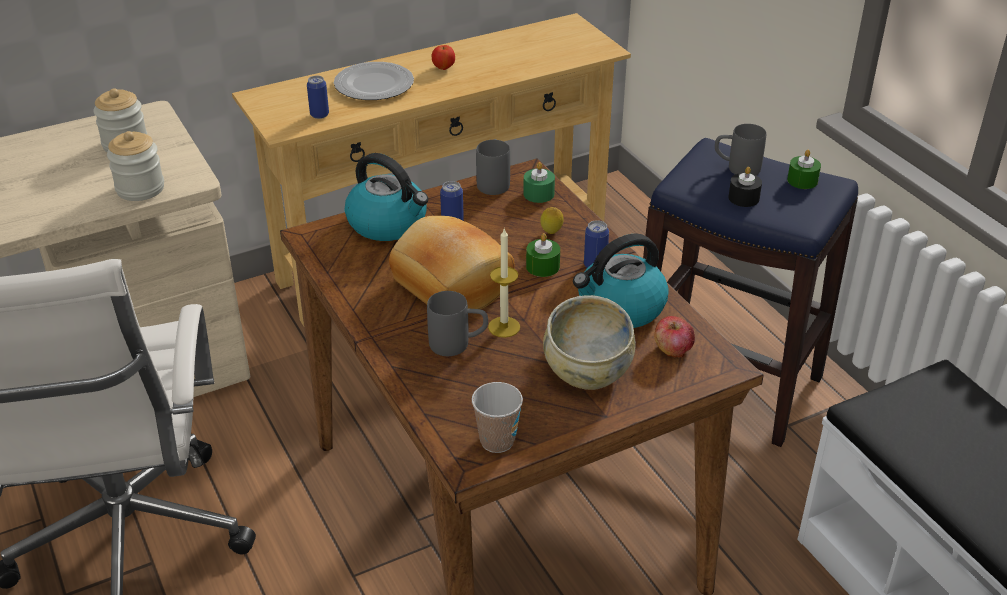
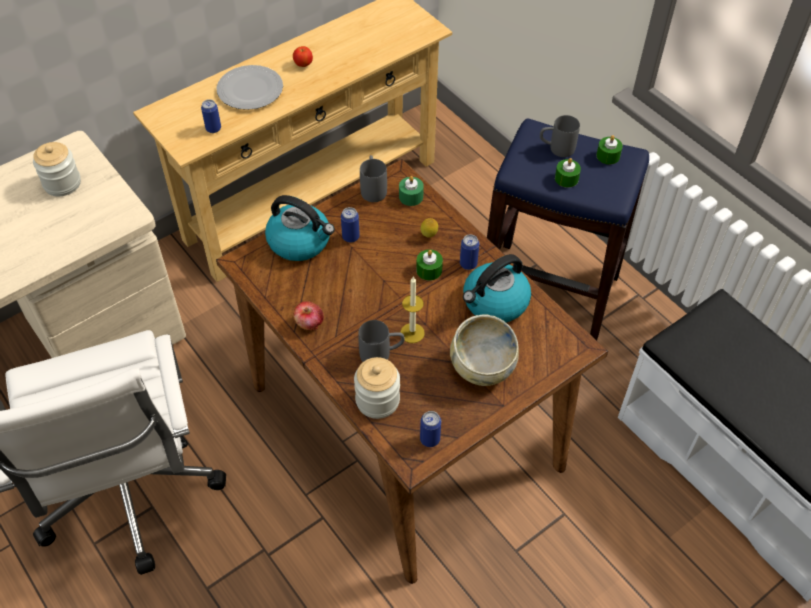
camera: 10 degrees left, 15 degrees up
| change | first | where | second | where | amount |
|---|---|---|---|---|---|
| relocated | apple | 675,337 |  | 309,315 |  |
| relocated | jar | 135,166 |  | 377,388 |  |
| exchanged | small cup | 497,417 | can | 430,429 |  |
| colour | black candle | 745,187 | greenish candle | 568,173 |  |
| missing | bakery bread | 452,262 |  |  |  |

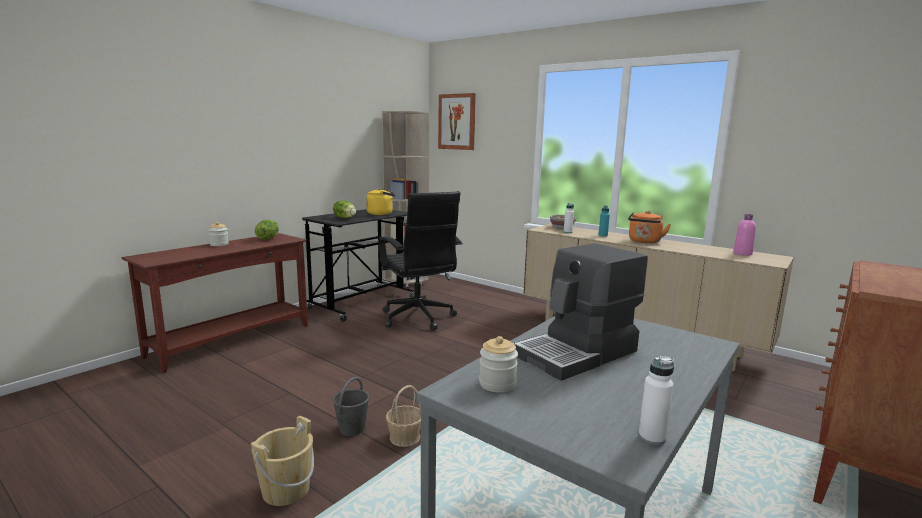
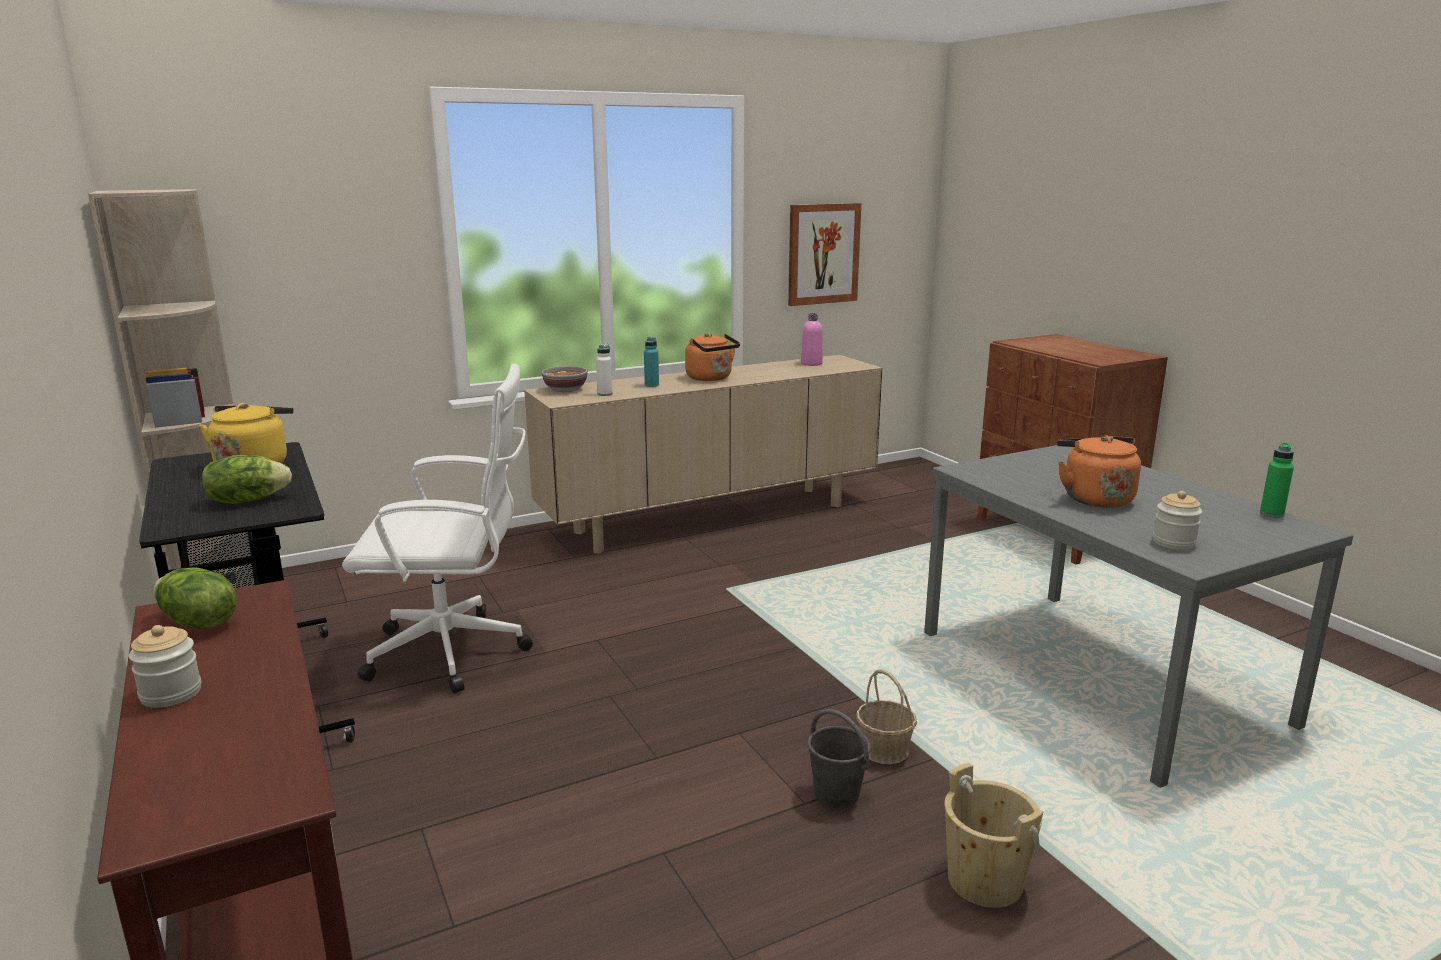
camera: 65 degrees left, 5 degrees up
| change | first | where | second | where | amount |
|---|---|---|---|---|---|
| colour | black desk chair | 421,261 | white desk chair | 437,528 |  |
| relocated | wall art | 457,121 |  | 824,254 |  |
| exchanged | coffee brewer | 580,312 | orange-coloured kettle | 1099,471 |  |
| colour | white beverage bottle | 656,400 | greenish beverage bottle | 1277,480 |  |

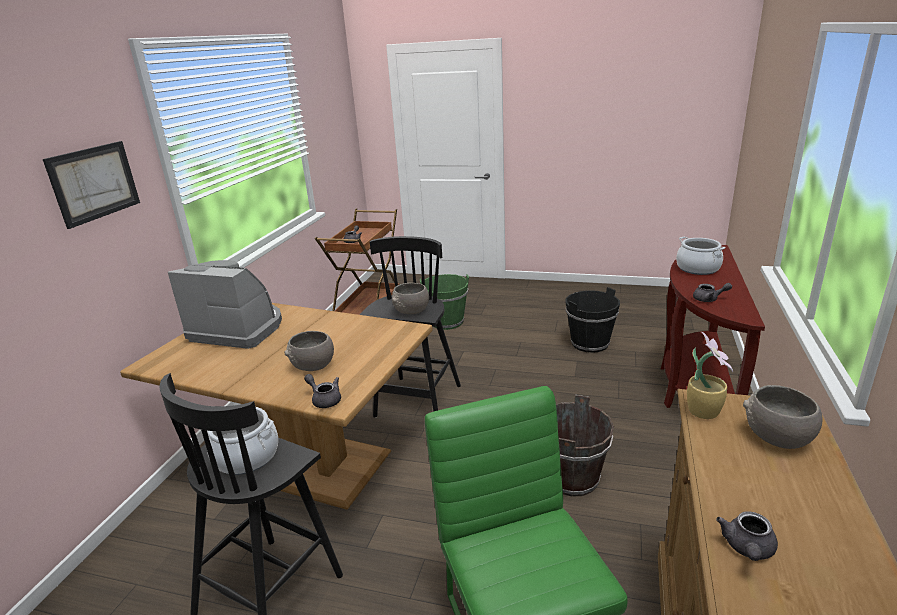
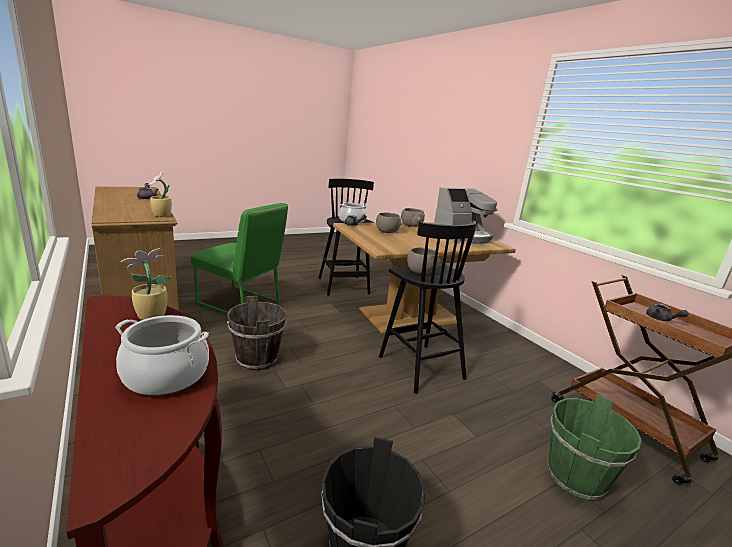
camera: 130 degrees right, 5 degrees down
| change | first | where | second | where | amount |
|---|---|---|---|---|---|
| exchanged | grey teapot | 712,292 | potted plant | 146,284 |  |
| relocated | grey deep dish | 782,417 |  | 413,217 |  |
| missing | wall art | 91,185 |  |  |  |

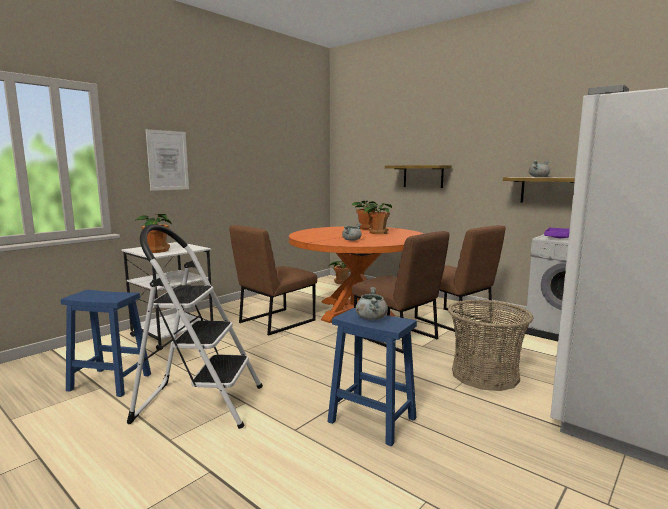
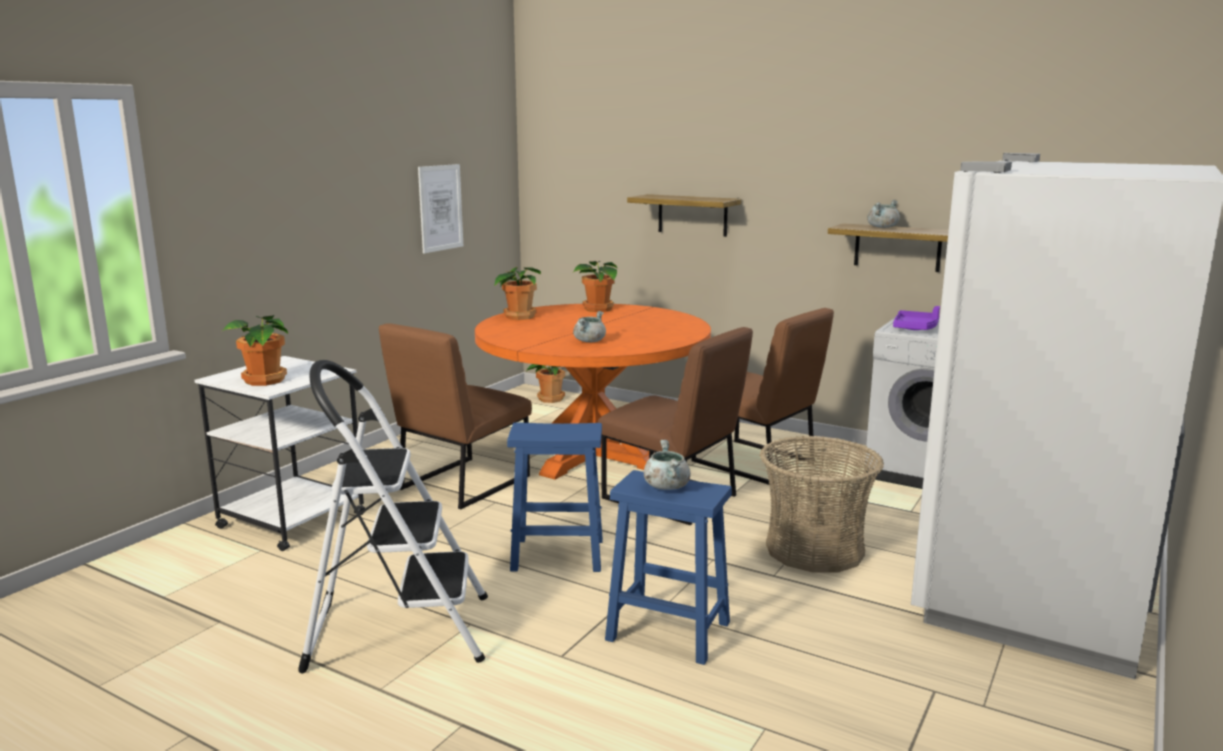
camera: 10 degrees left, 5 degrees up
| change | first | where | second | where | amount |
|---|---|---|---|---|---|
| relocated | wall art | 167,160 |  | 440,208 |  |
| relocated | potted plant | 378,218 |  | 517,293 |  |
| relocated | blue-coloured stool seat | 106,343 |  | 555,497 |  |

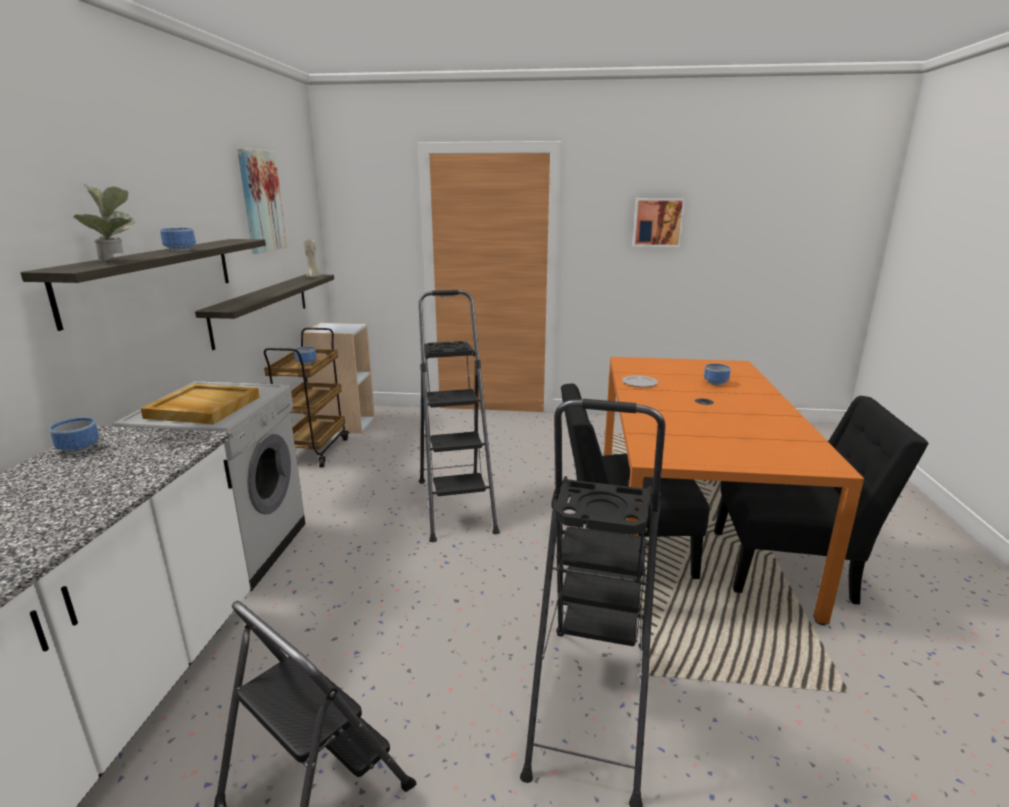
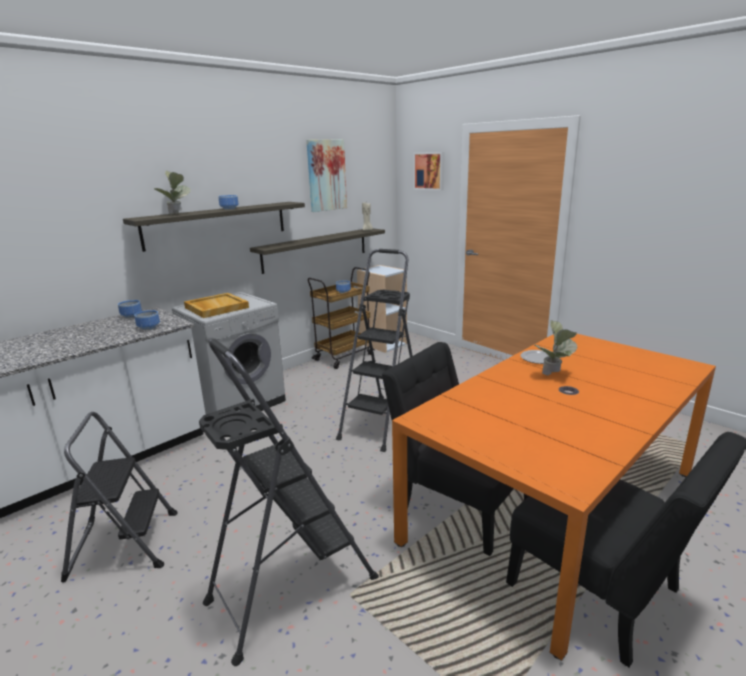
camera: 40 degrees right, 0 degrees up
| change | first | where | second | where | amount |
|---|---|---|---|---|---|
| relocated | deep dish | 717,374 |  | 147,320 |  |
| relocated | wall art | 659,222 |  | 429,171 |  |
| appeared |  |  | potted plant | 556,348 |  |

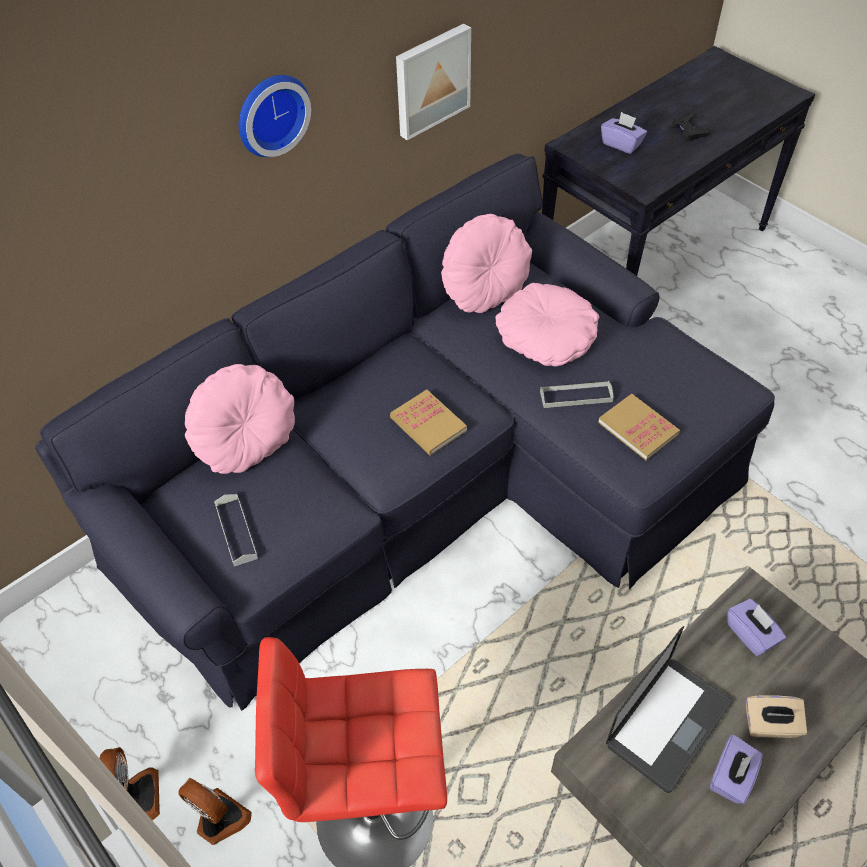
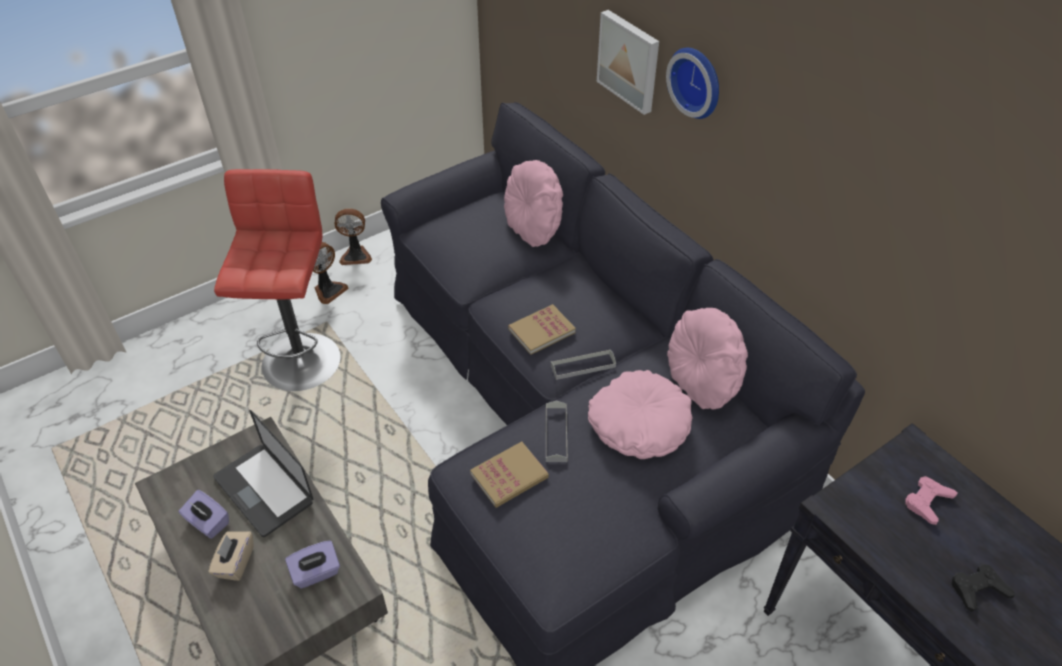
camera: 95 degrees right, 5 degrees down
| change | first | where | second | where | amount |
|---|---|---|---|---|---|
| relocated | grey serving tray | 236,530 |  | 583,364 |  |
| relocated | wall art | 433,82 |  | 628,62 |  |
| exchanged | purple-coloured tissue box | 624,133 | pinkish gamepad | 931,500 |  |

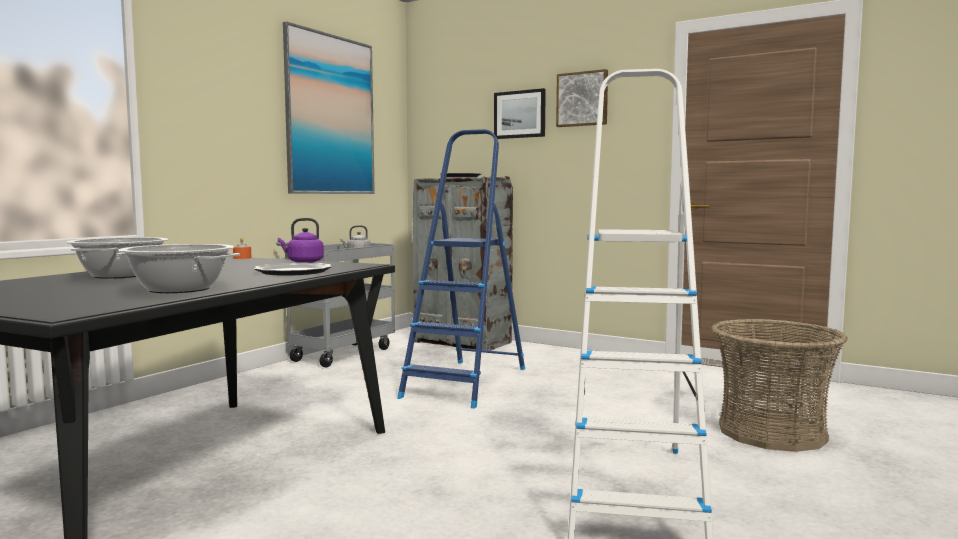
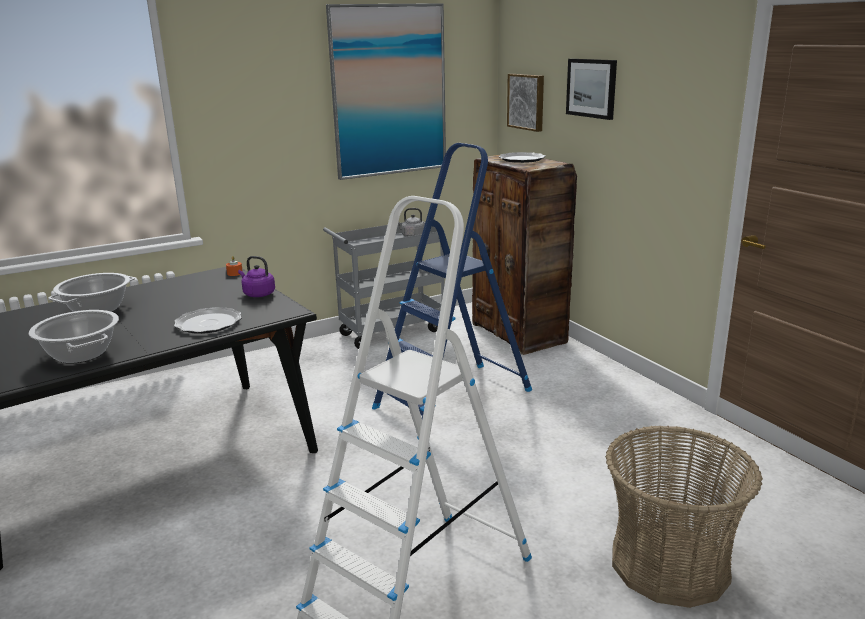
camera: 30 degrees right, 15 degrees up
| change | first | where | second | where | amount |
|---|---|---|---|---|---|
| colour | grey storage cabinet | 463,263 | brown-coloured storage cabinet | 524,255 |  |
| relocated | wall art | 582,98 |  | 525,103 |  |

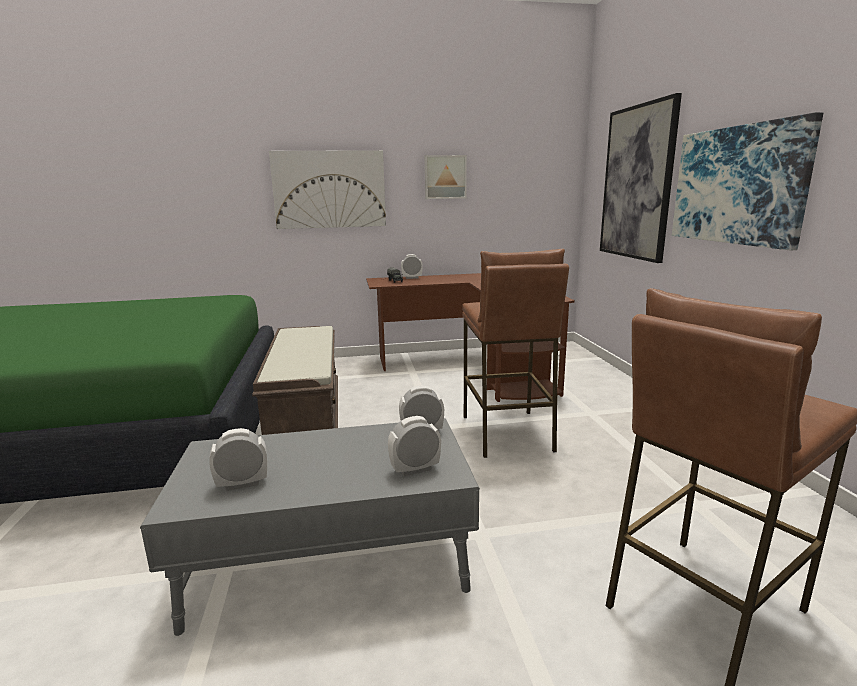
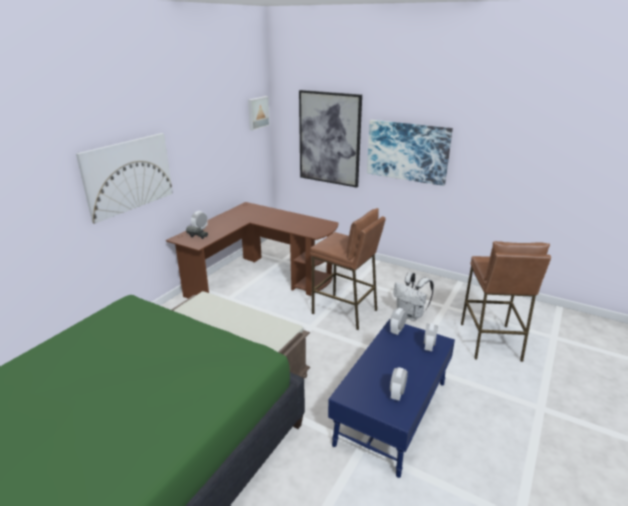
camera: 50 degrees left, 10 degrees up
| change | first | where | second | where | amount |
|---|---|---|---|---|---|
| relocated | wall art | 446,177 |  | 259,113 |  |
| colour | grey lounge table | 310,527 | blue-coloured lounge table | 391,398 |  |
| appeared |  |  | white rucksack | 413,296 |  |

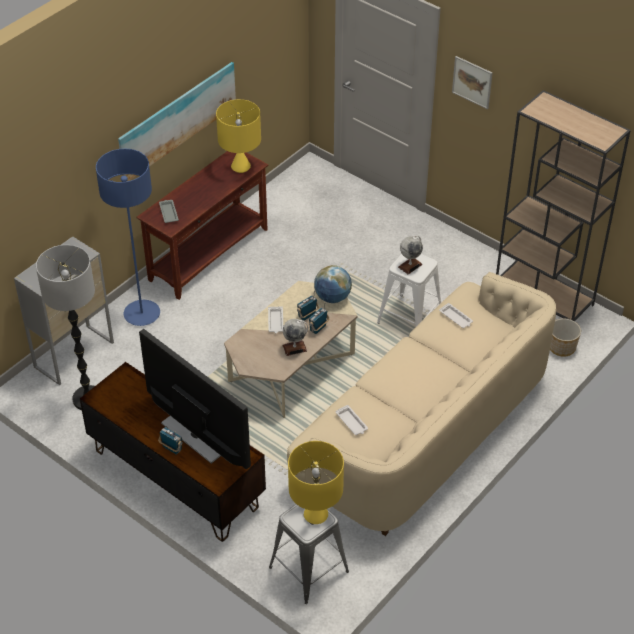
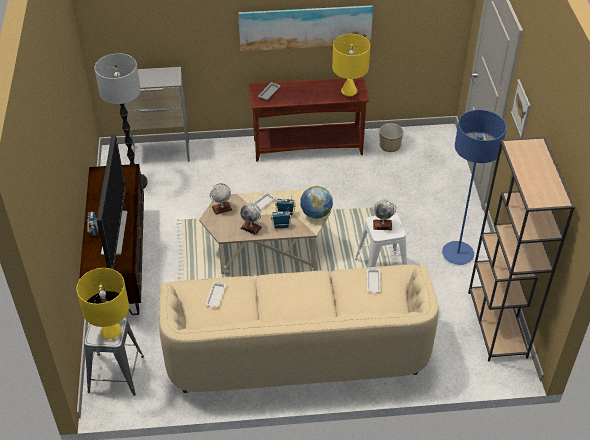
camera: 45 degrees right, 0 degrees up
| change | first | where | second | where | amount |
|---|---|---|---|---|---|
| appeared |  |  | world globe | 221,199 |  |
| relocated | flower pot | 565,337 |  | 391,137 |  |
| relocated | blue-coloured floor lamp | 128,237 |  | 474,187 |  |

